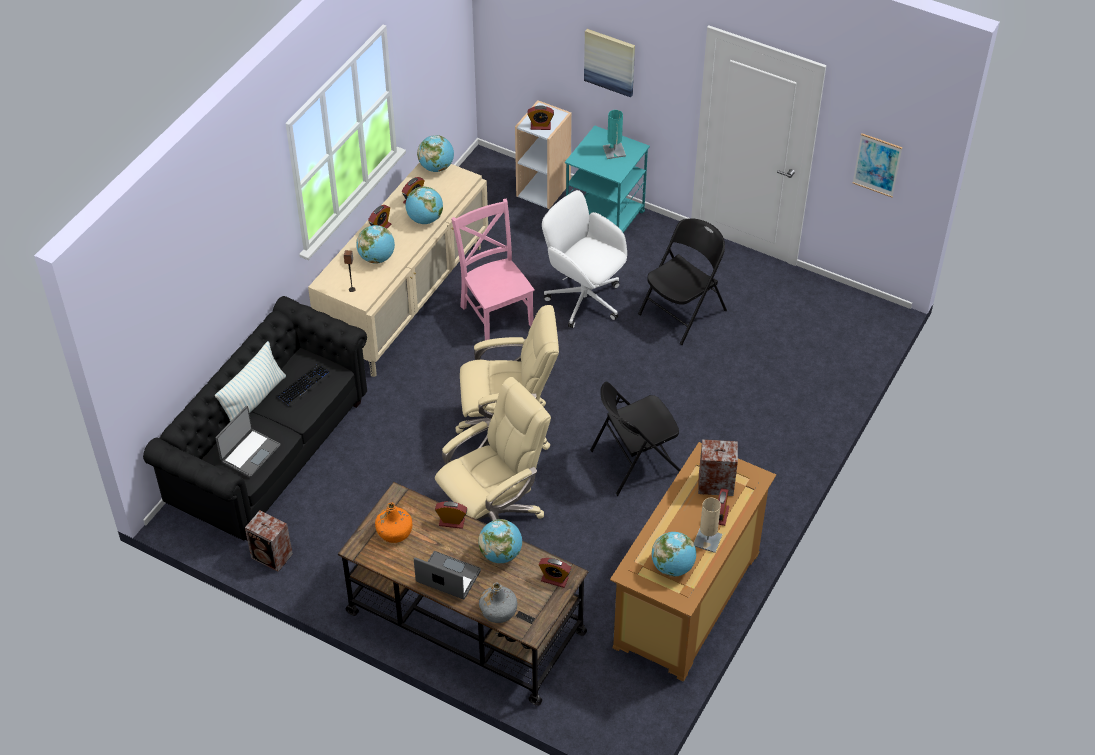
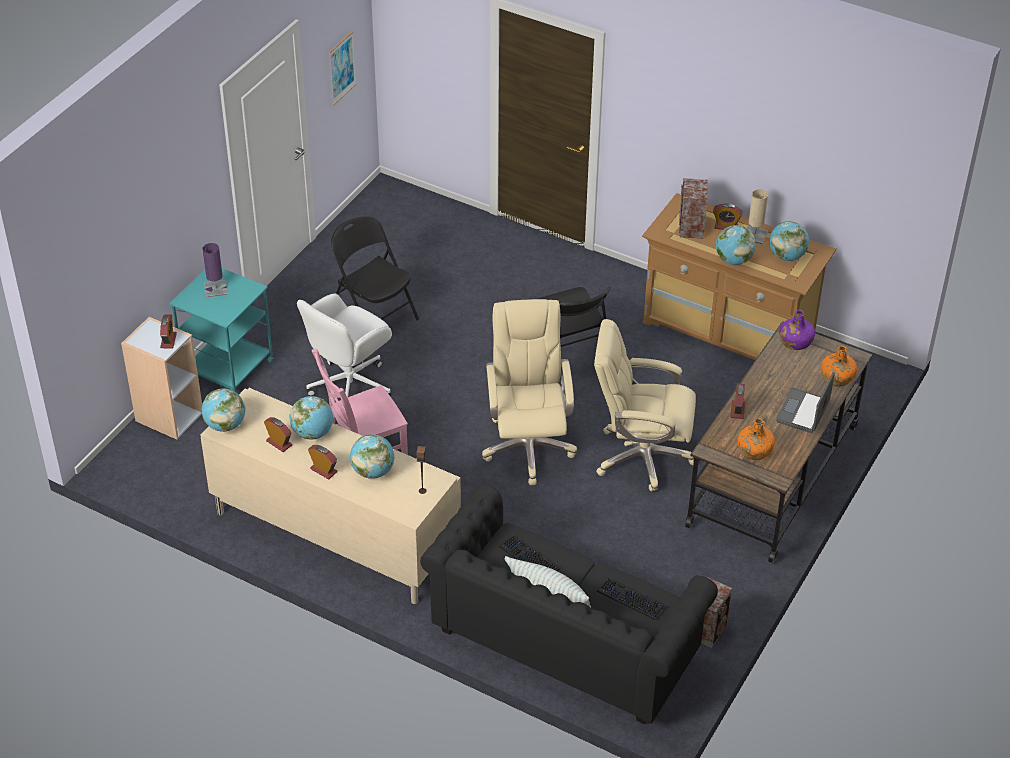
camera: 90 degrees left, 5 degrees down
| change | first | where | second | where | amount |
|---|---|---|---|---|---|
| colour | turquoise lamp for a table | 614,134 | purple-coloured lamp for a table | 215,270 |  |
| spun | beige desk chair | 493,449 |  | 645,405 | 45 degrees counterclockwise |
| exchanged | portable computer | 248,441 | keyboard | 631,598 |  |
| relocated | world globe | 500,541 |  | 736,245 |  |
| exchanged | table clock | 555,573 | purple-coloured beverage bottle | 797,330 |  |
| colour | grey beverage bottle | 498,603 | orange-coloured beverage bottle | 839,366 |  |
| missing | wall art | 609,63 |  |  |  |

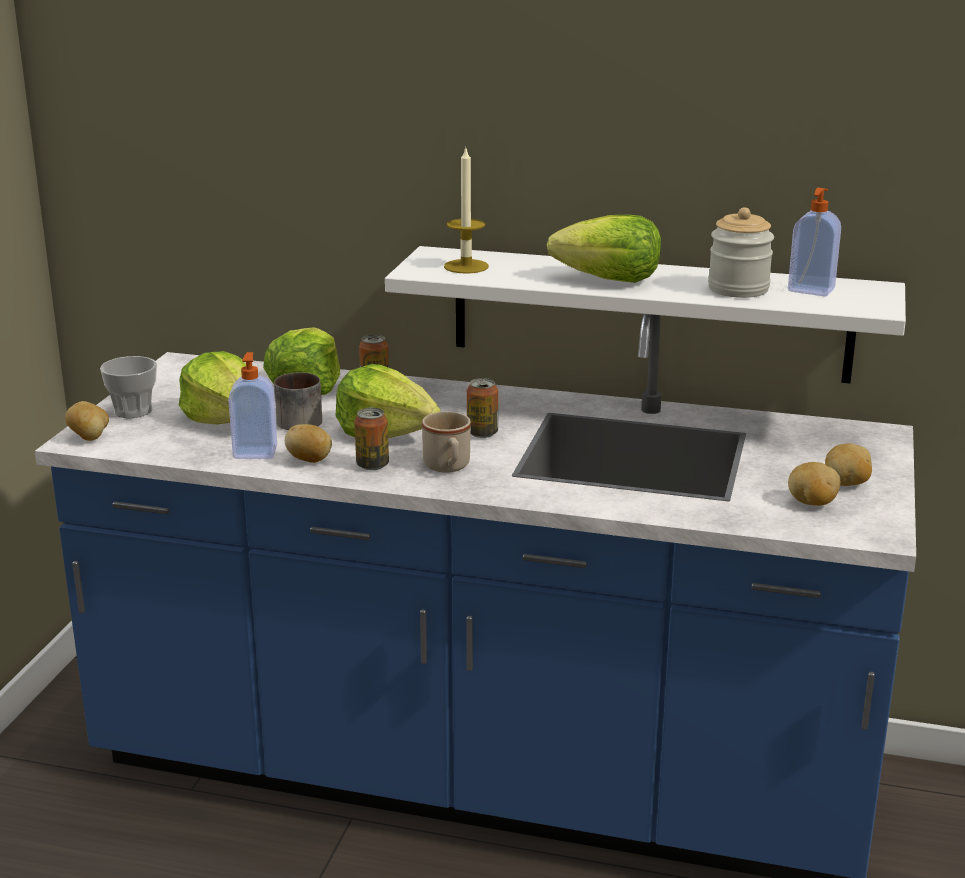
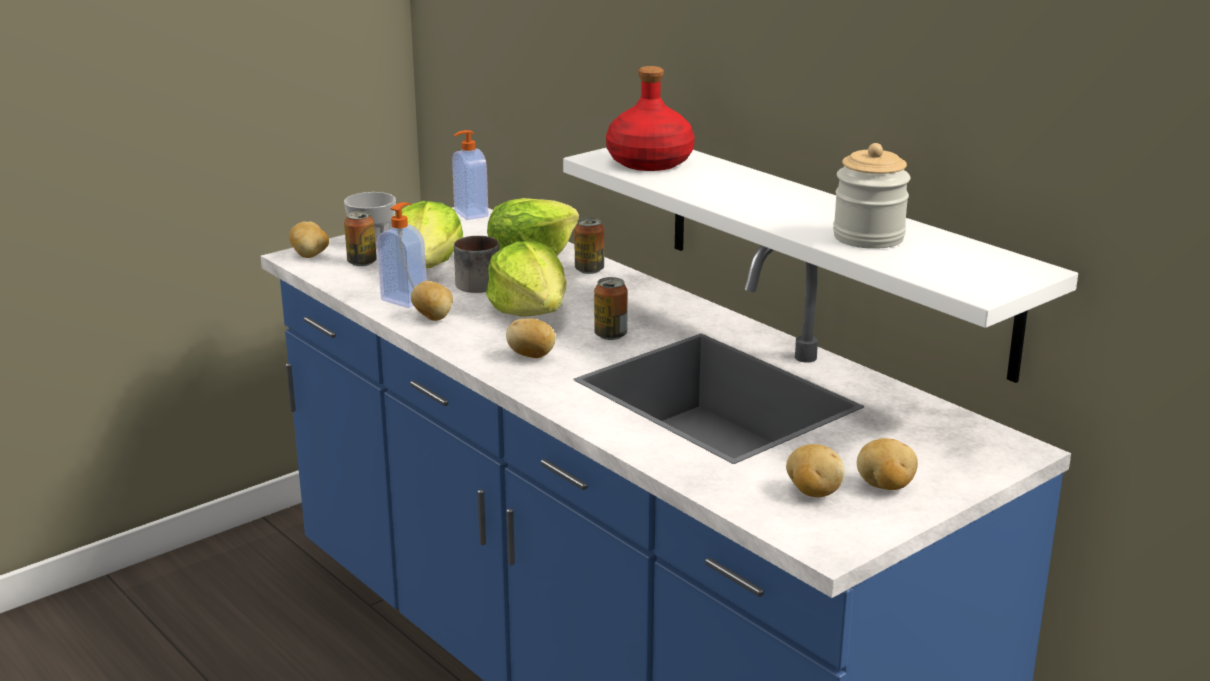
camera: 35 degrees right, 0 degrees up
| change | first | where | second | where | amount |
|---|---|---|---|---|---|
| relocated | can | 371,439 |  | 360,238 |  |
| relocated | soap dispenser | 814,242 |  | 470,175 |  |
| exchanged | beige coffee mug | 446,442 | spud | 531,338 |  |
| exchanged | candle | 466,210 | red-coloured beverage bottle | 650,118 |  |
| missing | head of lettuce | 604,249 |  |  |  |

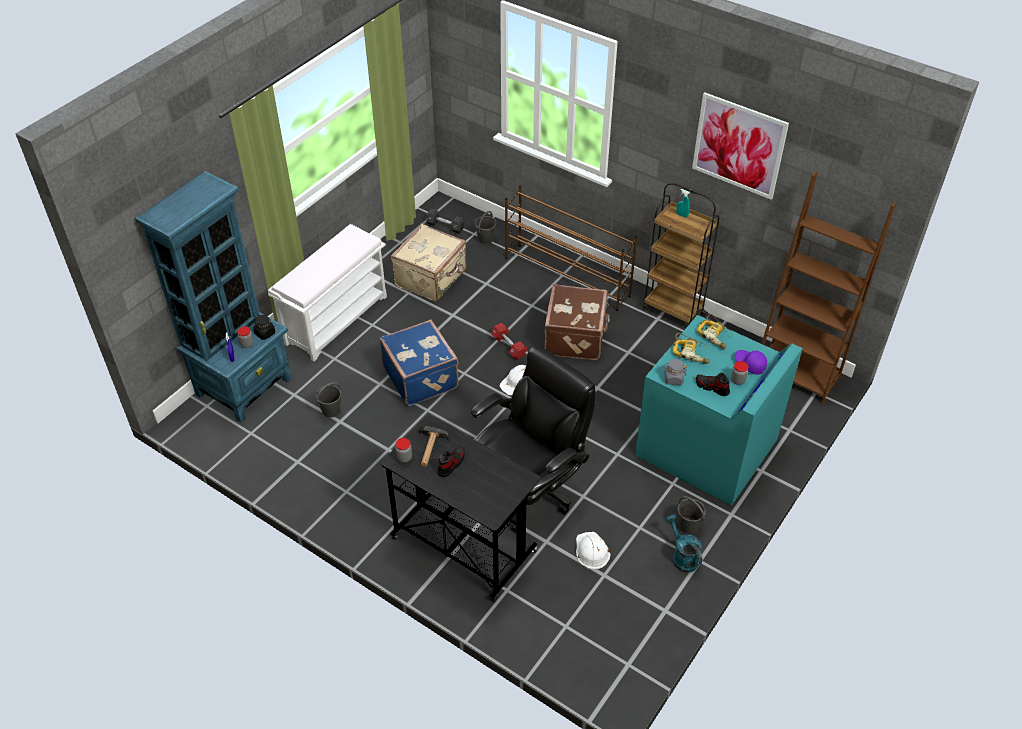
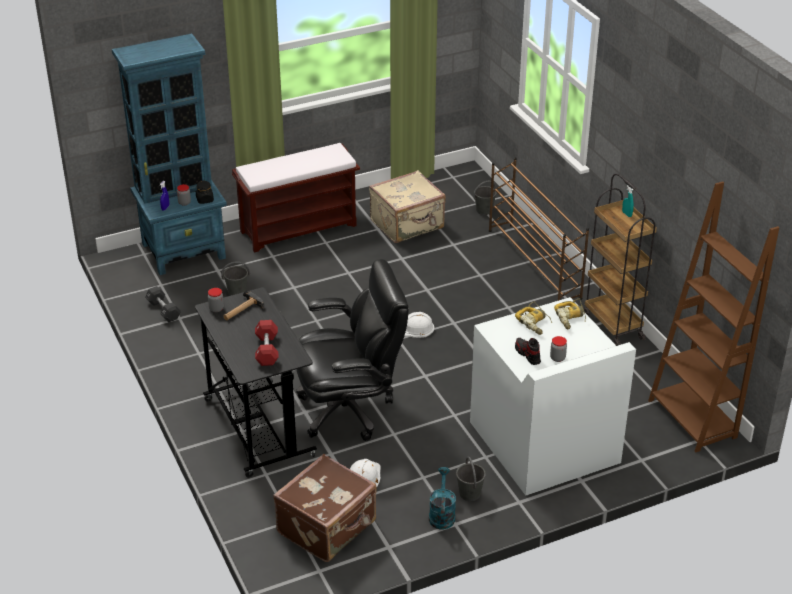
camera: 30 degrees right, 10 degrees down
| change | first | where | second | where | amount |
|---|---|---|---|---|---|
| relocated | black dumbbell | 445,221 |  | 163,304 |  |
| colour | white bench | 327,292 | brown-coloured bench | 296,198 |  |
| relocated | red-coloured dumbbell | 508,341 |  | 266,343 |  |
| relocated | brown-coloured piece of luggage | 577,322 |  | 325,508 |  |
| colour | turquoise laundry appliance | 719,410 | white laundry appliance | 553,396 |  |
| missing | blue-coloured piece of luggage | 419,363 |  |  |  |
| missing | low shoe | 451,461 |  |  |  |
| missing | grey jar | 675,372 |  |  |  |
| missing | wall art | 740,146 |  |  |  |
| missing | purple-coloured cap | 751,362 |  |  |  |

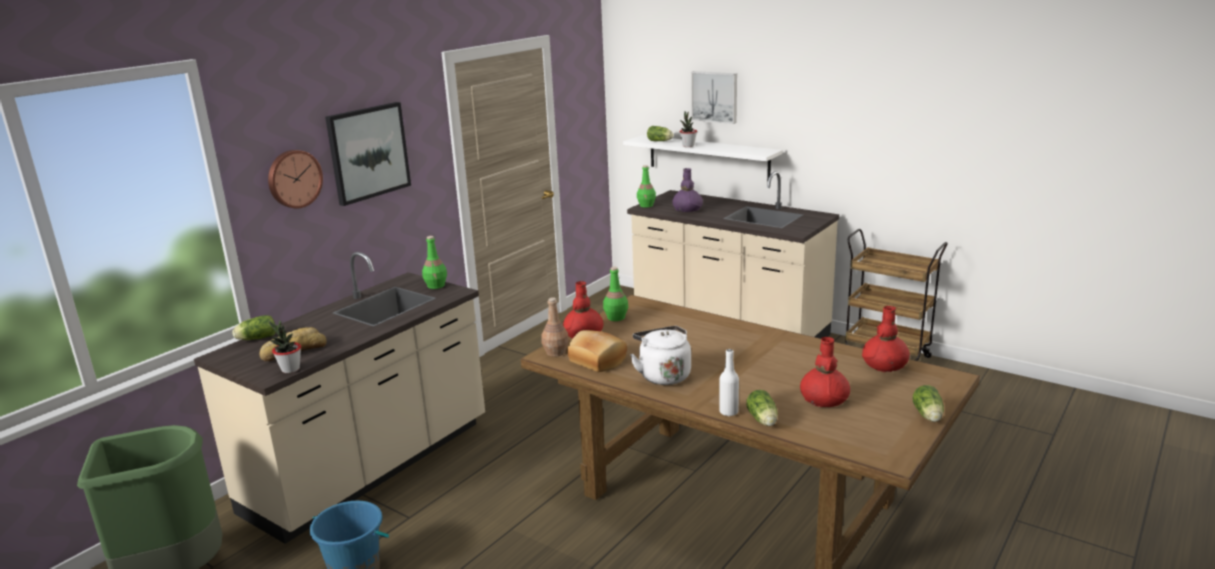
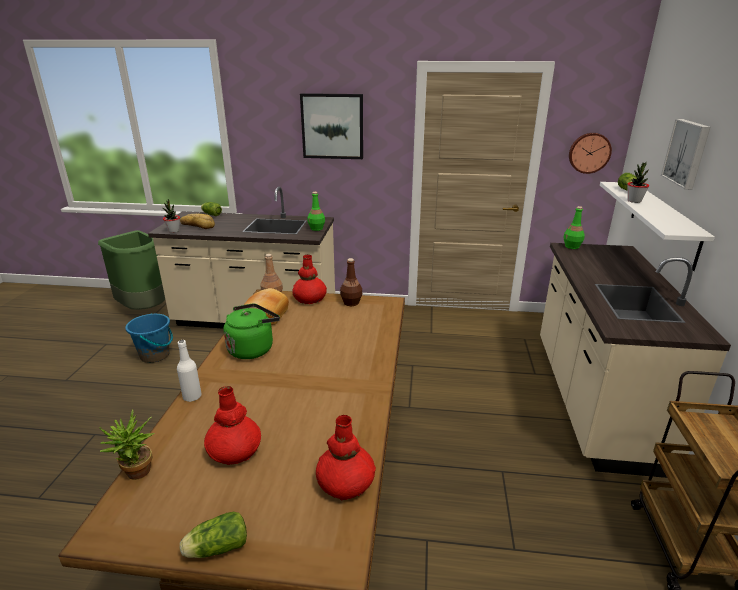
camera: 60 degrees right, 5 degrees up
| change | first | where | second | where | amount |
|---|---|---|---|---|---|
| appeared |  |  | potted plant | 127,445 |  |
| colour | white kettle | 660,355 | greenish kettle | 252,331 |  |
| colour | greenish beverage bottle | 615,294 | brown-coloured beverage bottle | 351,282 |  |
| relocated | hanging clock | 295,179 |  | 590,153 |  |
| missing | purple-coloured decorative vase | 687,190 |  |  |  |
| missing | head of lettuce | 762,408 |  |  |  |

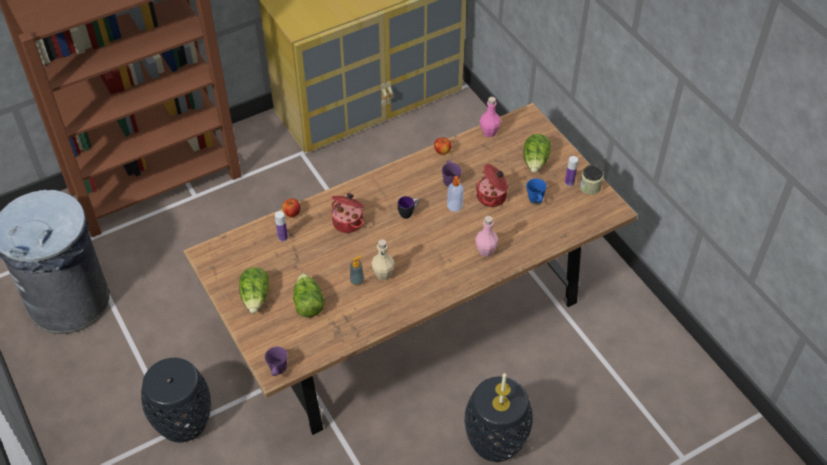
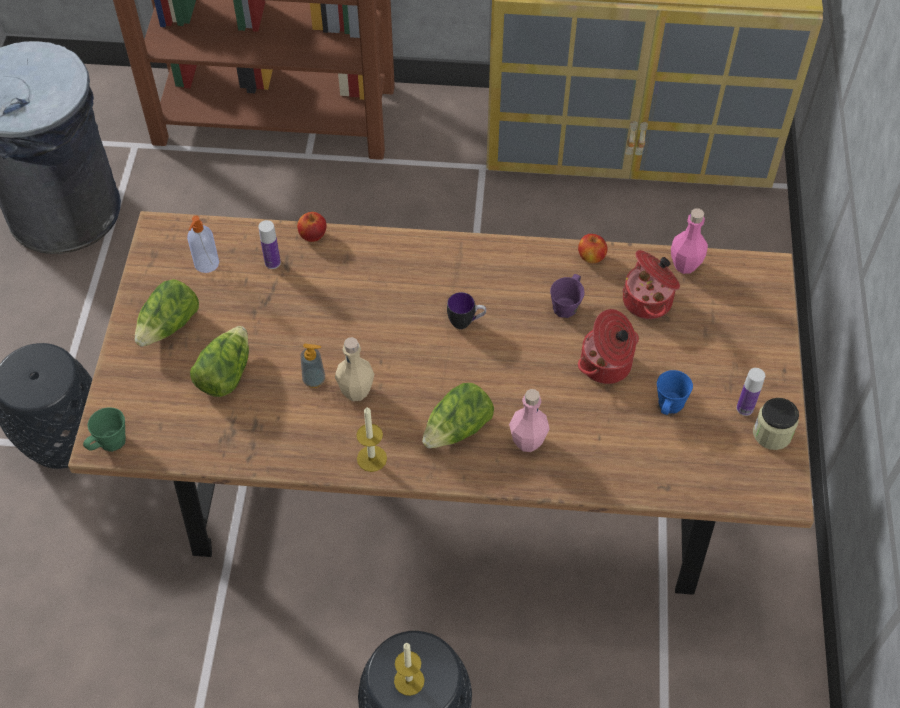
camera: 35 degrees right, 5 degrees up
| change | first | where | second | where | amount |
|---|---|---|---|---|---|
| colour | purple-coloured coffee mug | 276,361 | greenish coffee mug | 104,429 |  |
| relocated | soap dispenser | 455,194 |  | 203,244 |  |
| appeared |  |  | candle | 371,439 |  |
| relocated | head of lettuce | 537,153 |  | 458,415 |  |
| relocated | saucepot | 348,213 |  | 651,284 |  |

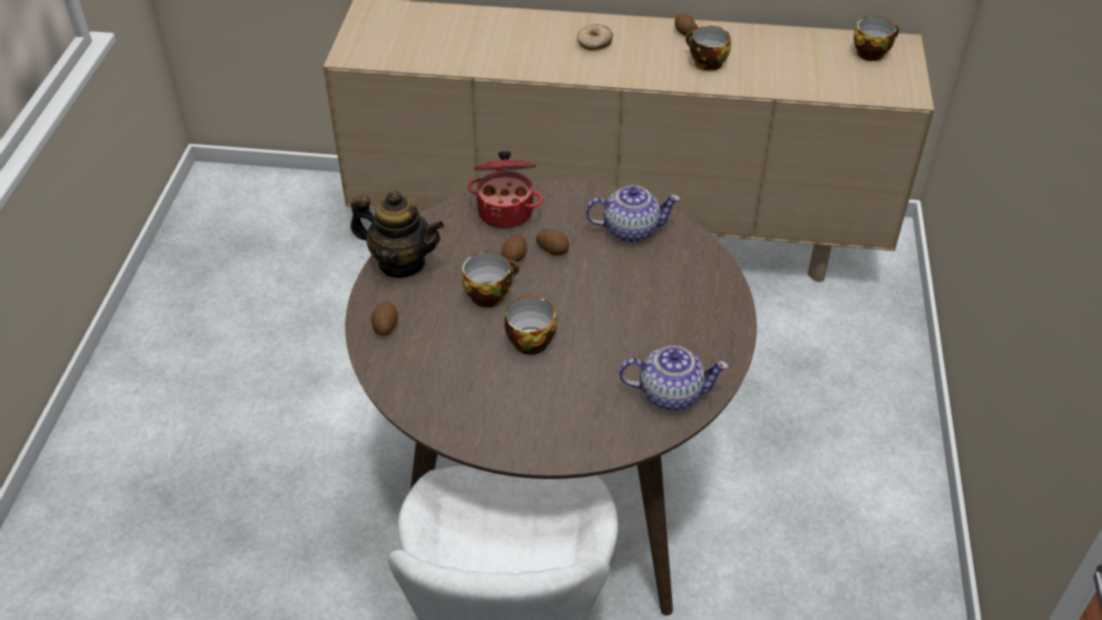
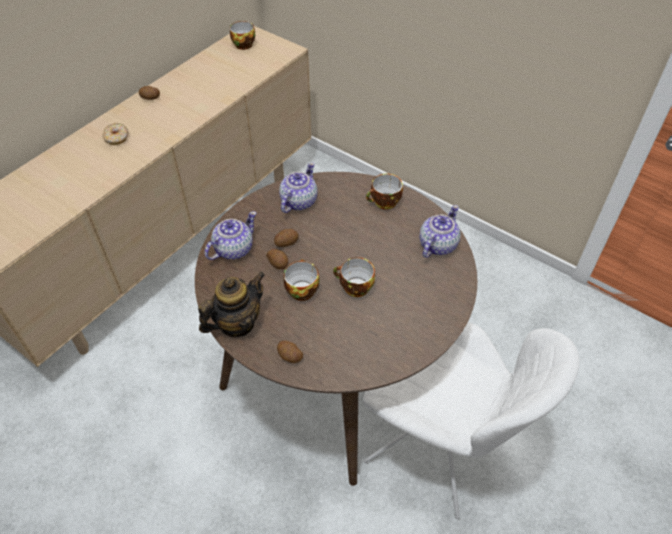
camera: 60 degrees left, 5 degrees up
| change | first | where | second | where | amount |
|---|---|---|---|---|---|
| exchanged | saucepot | 505,190 | teapot | 230,235 |  |
| relocated | small cup | 708,48 |  | 384,191 |  |

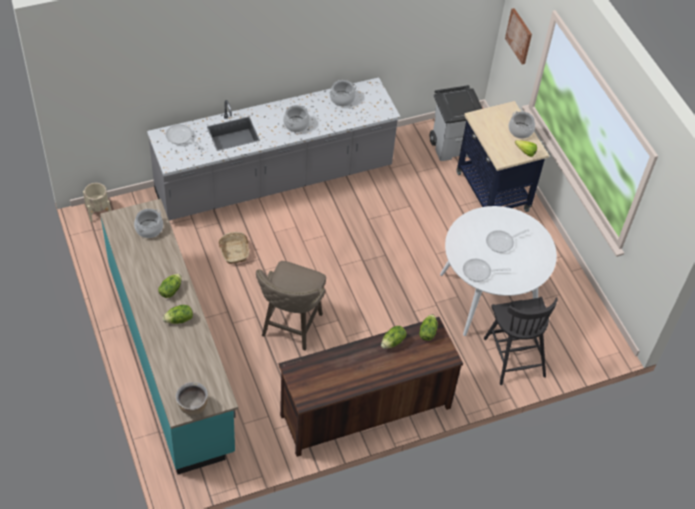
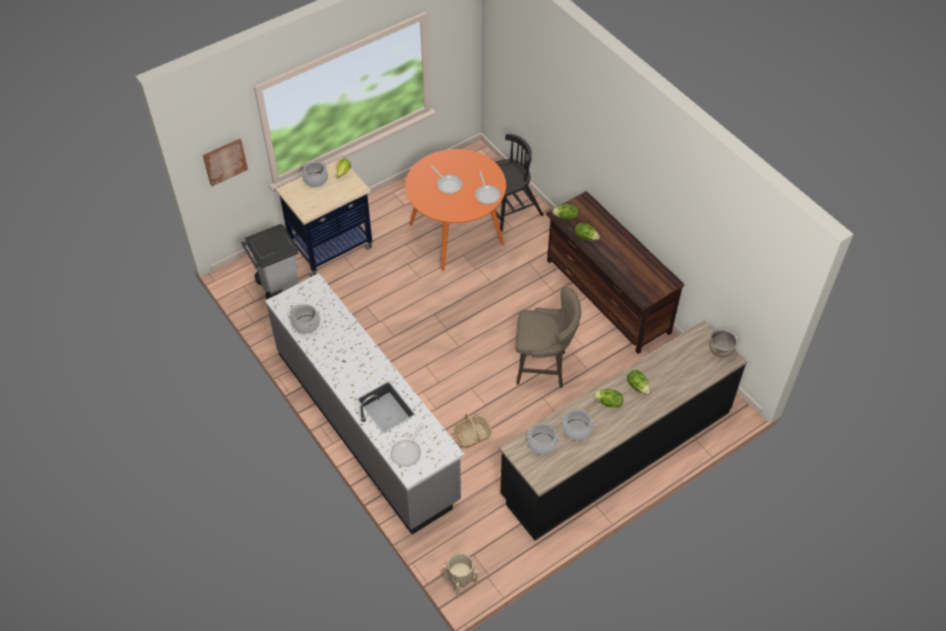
camera: 100 degrees left, 0 degrees up
| change | first | where | second | where | amount |
|---|---|---|---|---|---|
| colour | white kitchen table | 498,271 | orange-coloured kitchen table | 455,210 |  |
| colour | turquoise kitchen base unit | 169,337 | black kitchen base unit | 623,430 |  |
| relocated | saucepot | 296,118 |  | 578,424 |  |

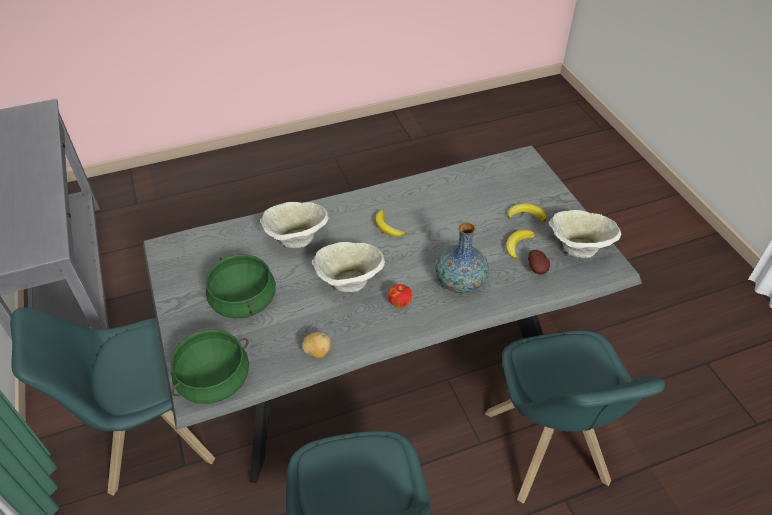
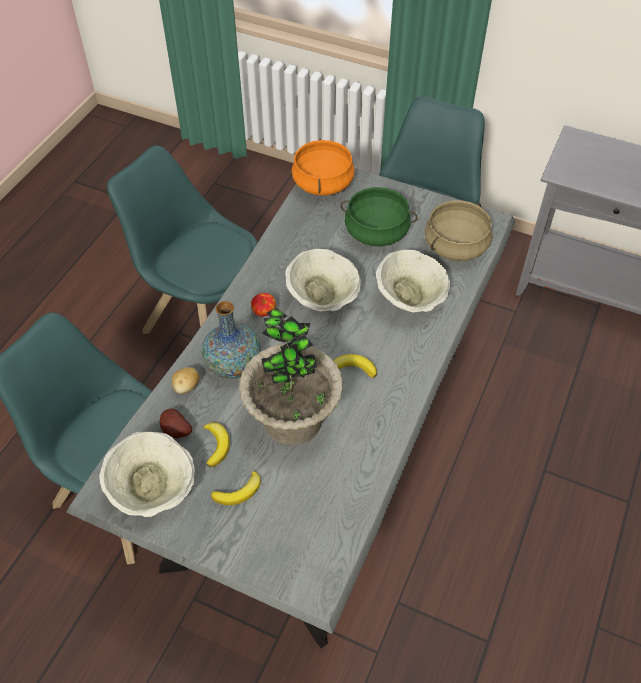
camera: 135 degrees right, 5 degrees up
| change | first | where | second | where | amount |
|---|---|---|---|---|---|
| relocated | spud | 316,345 |  | 185,380 |  |
| appeared |  |  | potted plant | 291,376 |  |
| colour | greenish saucepot | 210,367 | orange-coloured saucepot | 323,167 |  |
| appeared |  |  | beige saucepot | 458,230 |  |

